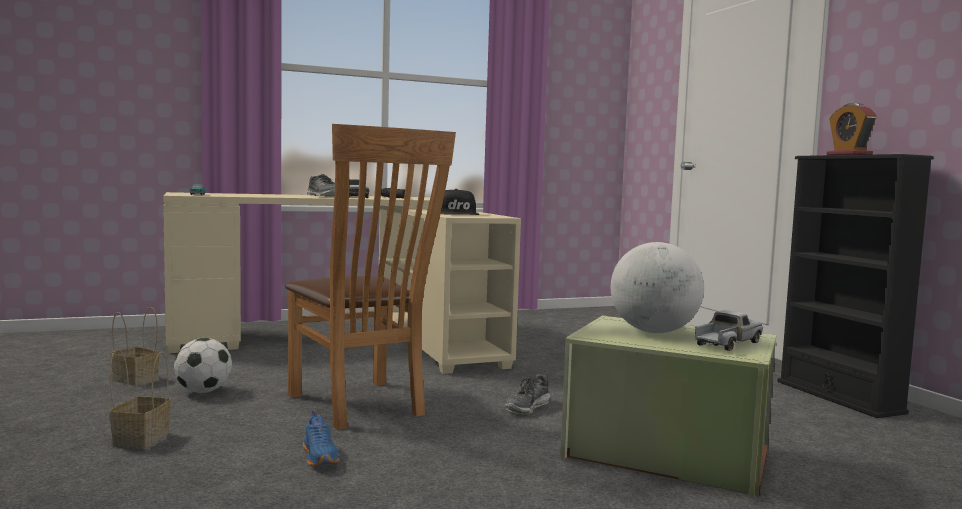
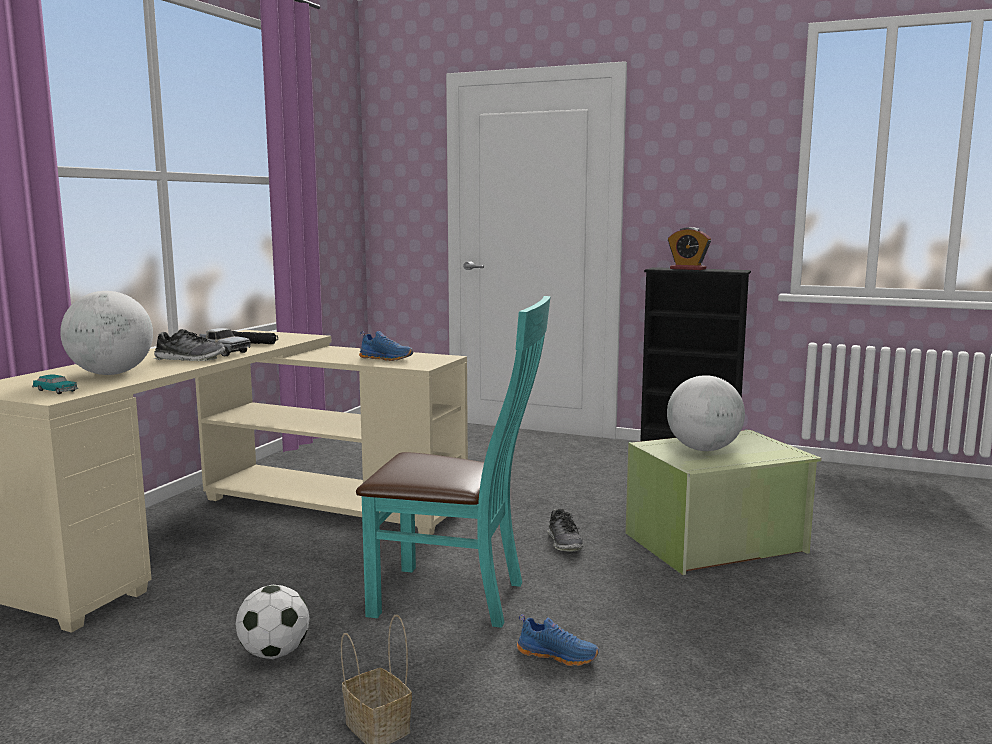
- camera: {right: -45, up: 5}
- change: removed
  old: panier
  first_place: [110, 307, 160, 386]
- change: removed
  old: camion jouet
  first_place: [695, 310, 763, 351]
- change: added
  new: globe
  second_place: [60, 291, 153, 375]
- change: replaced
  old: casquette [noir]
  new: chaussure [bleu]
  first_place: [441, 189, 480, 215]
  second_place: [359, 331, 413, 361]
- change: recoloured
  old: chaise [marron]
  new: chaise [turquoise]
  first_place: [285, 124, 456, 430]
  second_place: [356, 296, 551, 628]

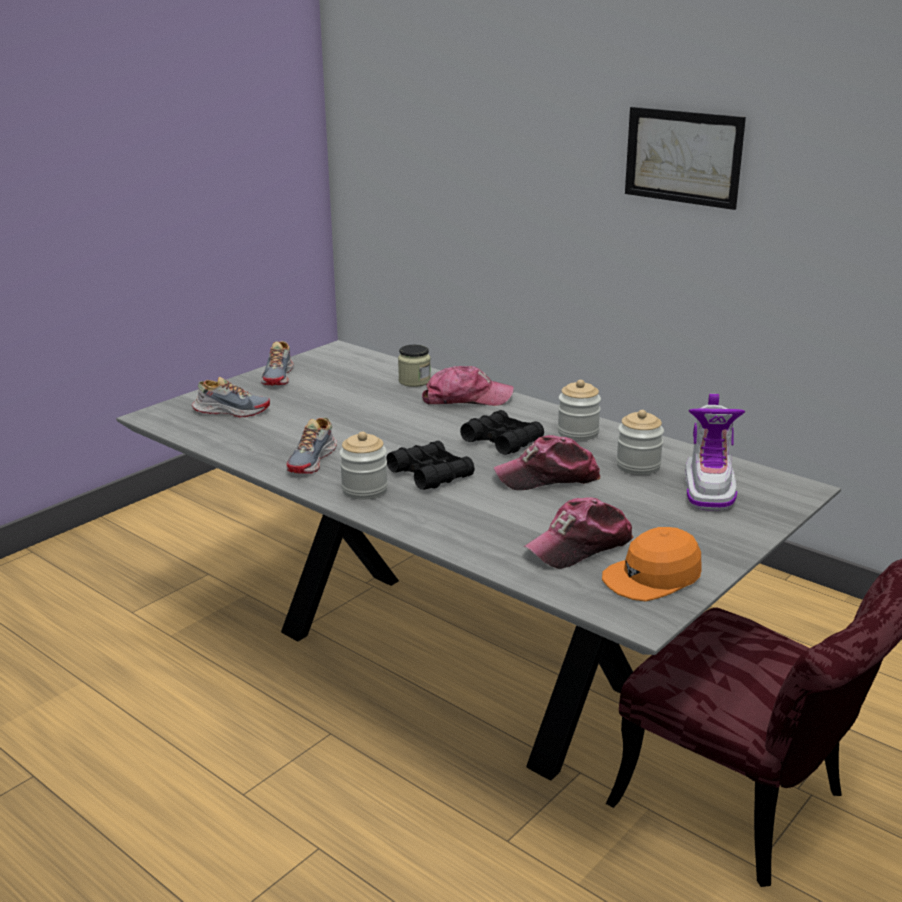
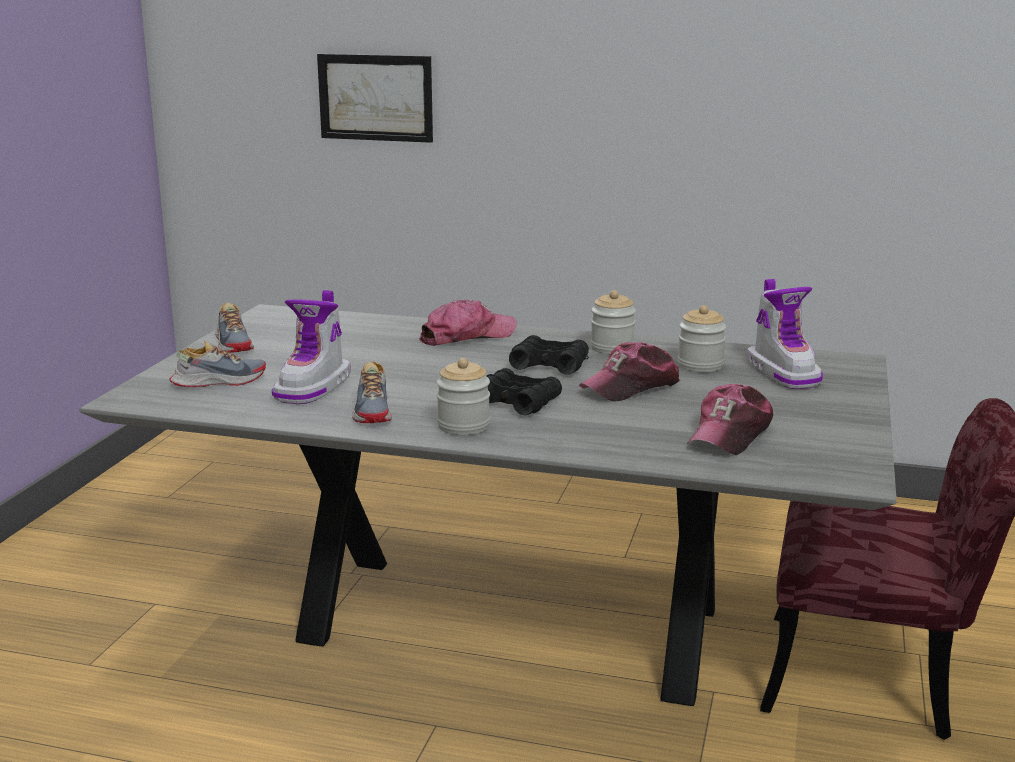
- camera: {right: -25, up: -5}
- change: removed
  old: bocal
  first_place: [398, 345, 431, 387]
- change: removed
  old: casquette [orange]
  first_place: [602, 527, 702, 602]
- change: added
  new: botte
  second_place: [272, 290, 350, 404]
- change: moved
  old: tableau
  first_place: [625, 107, 746, 210]
  second_place: [317, 54, 433, 143]

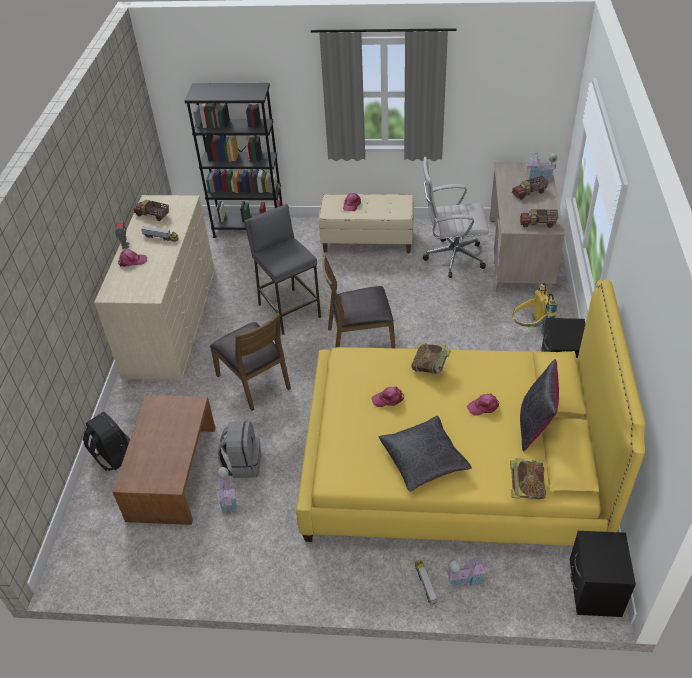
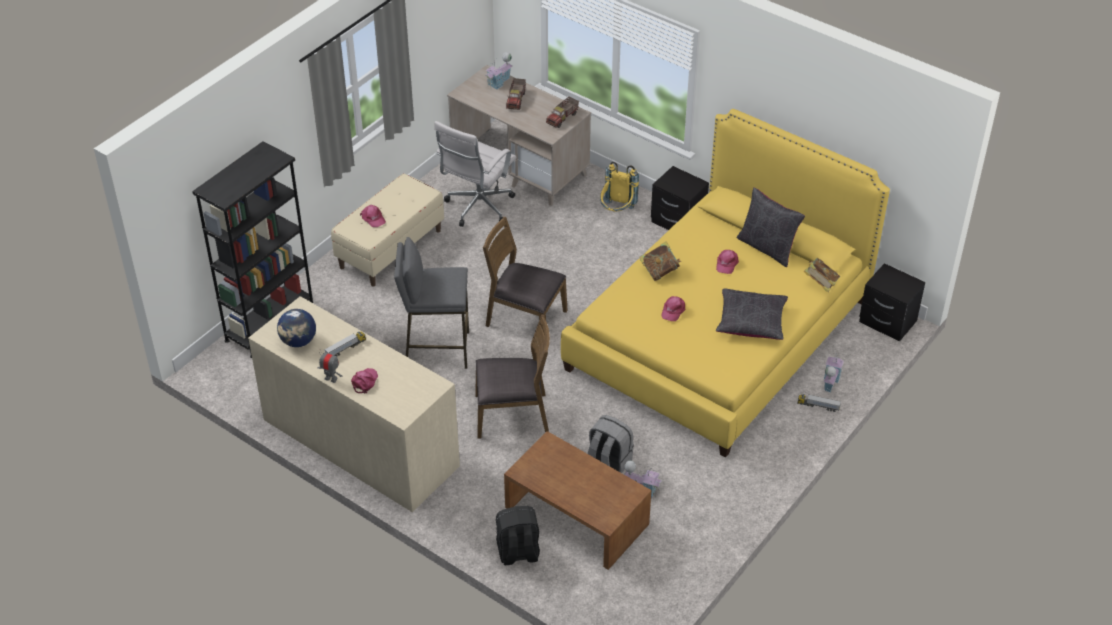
- camera: {right: -60, up: 0}
- change: replaced
  old: camion jouet
  new: globe
  first_place: [133, 200, 169, 221]
  second_place: [277, 309, 316, 347]
- change: turned
  old: chaise [marron]
  first_place: [322, 254, 395, 348]
  second_place: [483, 217, 568, 335]
  degrees: 90

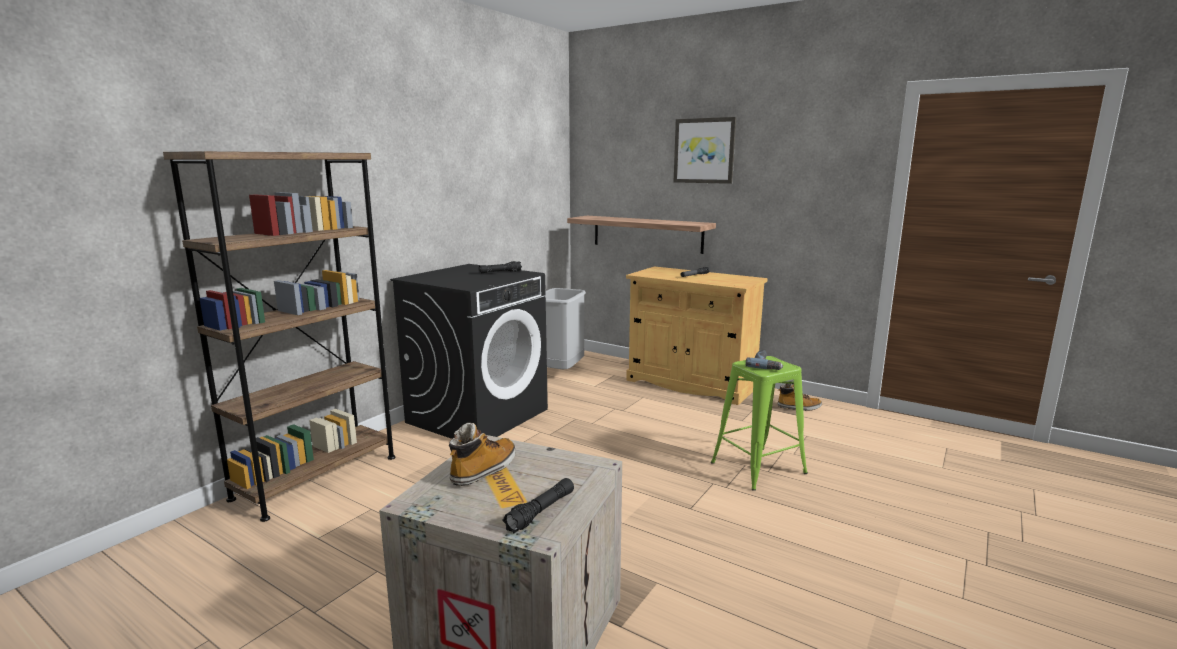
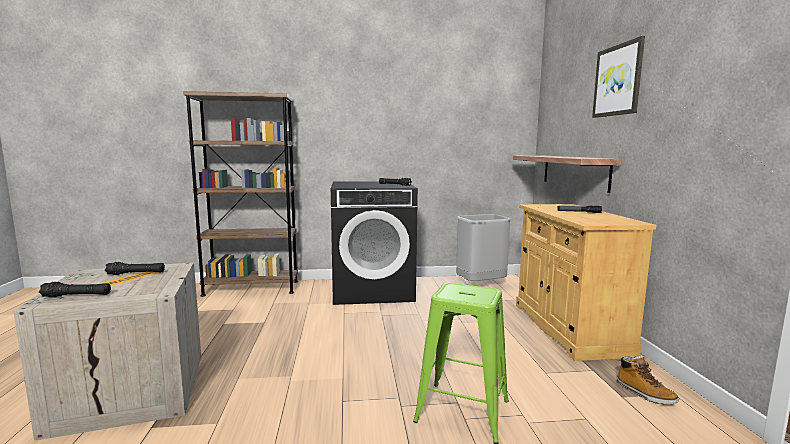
- camera: {right: 50, up: -5}
- change: removed
  old: perceuse
  first_place: [746, 350, 783, 370]
- change: replaced
  old: botte
  new: lampe de poche [noir]
  first_place: [449, 423, 516, 486]
  second_place: [105, 262, 165, 275]

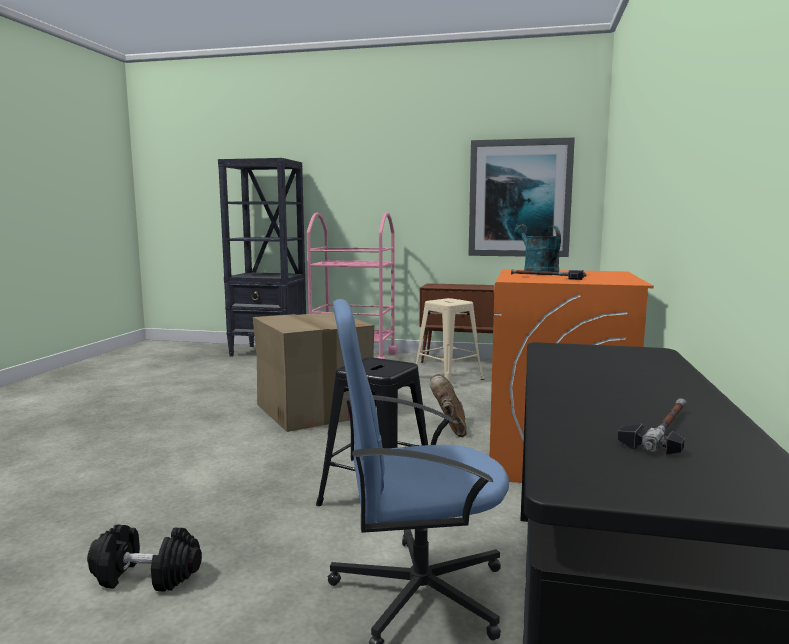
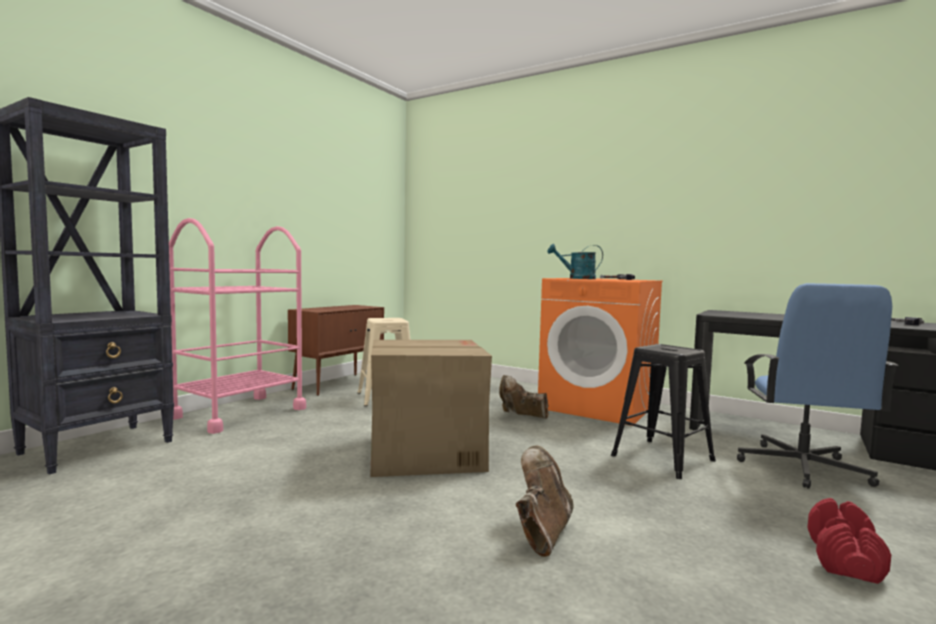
- camera: {right: -70, up: -5}
- change: removed
  old: tableau
  first_place: [468, 137, 575, 257]
- change: added
  new: botte [marron]
  second_place: [516, 446, 574, 557]
- change: recoloured
  old: haltère [noir]
  new: haltère [rouge]
  first_place: [87, 524, 202, 592]
  second_place: [807, 498, 891, 584]

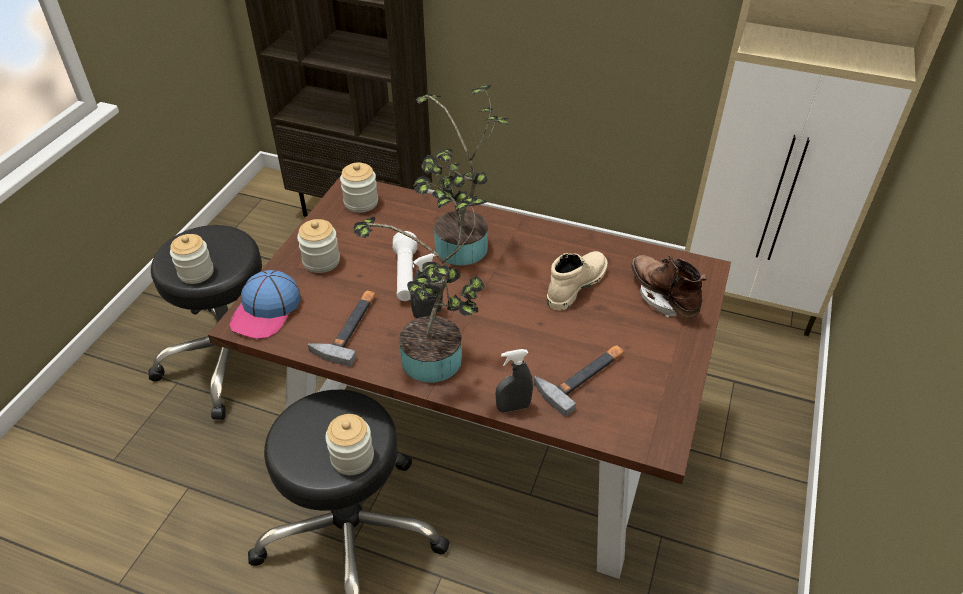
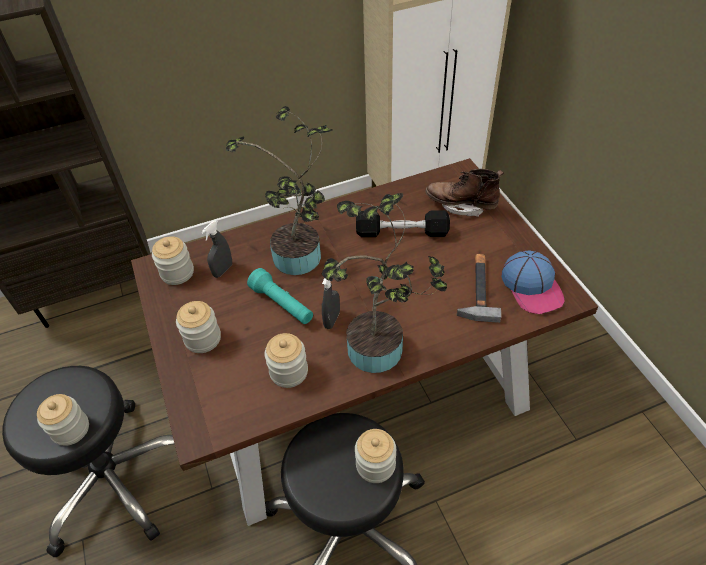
- camera: {right: -40, up: 5}
- change: moved
  old: casquette
  first_place: [229, 270, 301, 339]
  second_place: [501, 251, 565, 314]
- change: moved
  old: vaporisateur [gris]
  first_place: [496, 349, 533, 413]
  second_place: [201, 221, 232, 278]
- change: replaced
  old: marteau
  new: bocal
  first_place: [308, 291, 375, 367]
  second_place: [265, 333, 308, 388]
- change: replaced
  old: botte [beige]
  new: haltère [noir]
  first_place: [547, 251, 608, 311]
  second_place: [356, 210, 450, 237]
- change: recoloured
  old: lampe de poche [blanc]
  new: lampe de poche [turquoise]
  first_place: [393, 231, 417, 301]
  second_place: [247, 268, 313, 324]

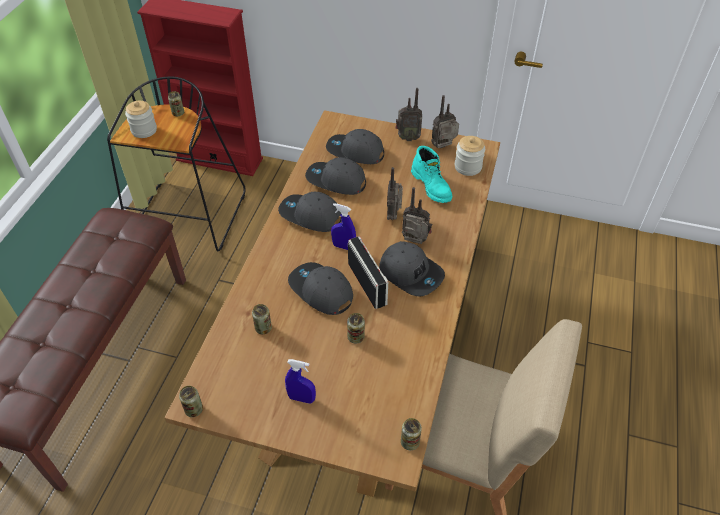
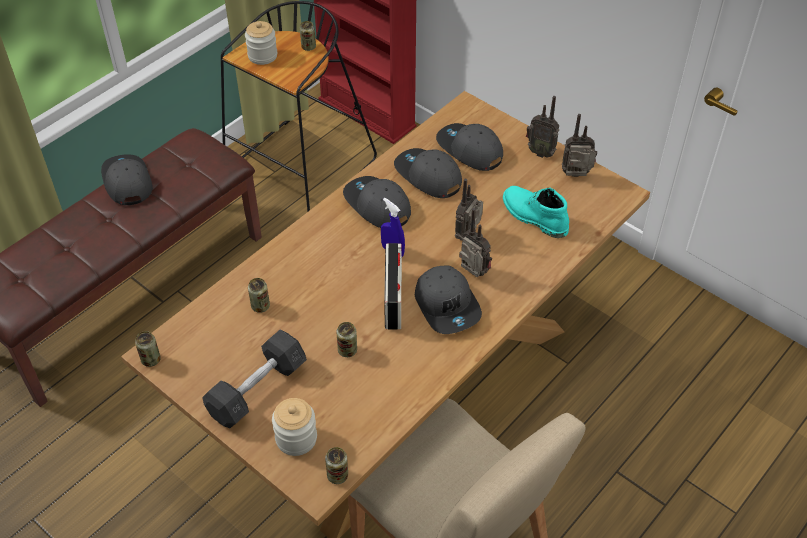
- camera: {right: 25, up: 0}
- change: moved
  old: casquette [gris]
  first_place: [288, 262, 353, 315]
  second_place: [101, 154, 153, 205]
- change: moved
  old: bocal
  first_place: [455, 136, 485, 176]
  second_place: [272, 398, 317, 456]
- change: replaced
  old: vaporisateur [bleu]
  new: haltère [gris]
  first_place: [285, 359, 316, 404]
  second_place: [202, 330, 307, 428]
- change: turned
  old: botte [turquoise]
  first_place: [411, 146, 452, 203]
  second_place: [503, 186, 569, 238]
  degrees: 135

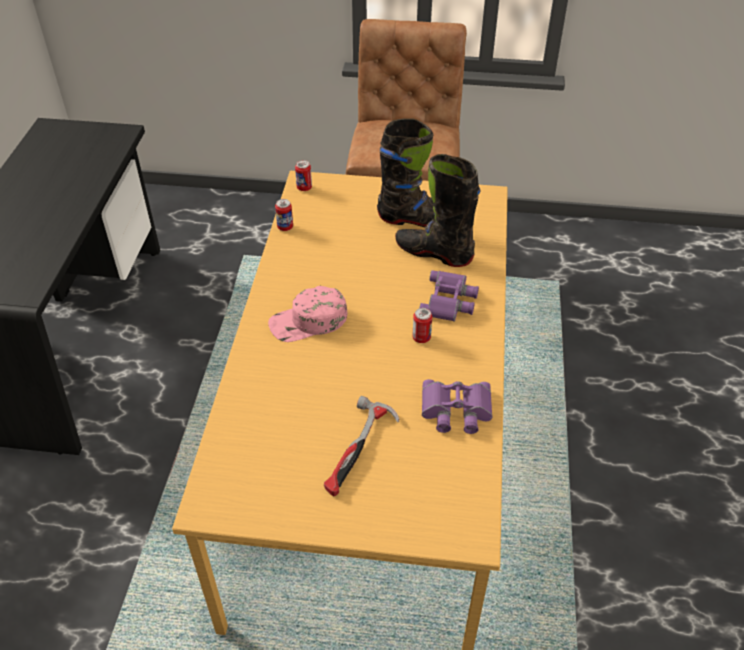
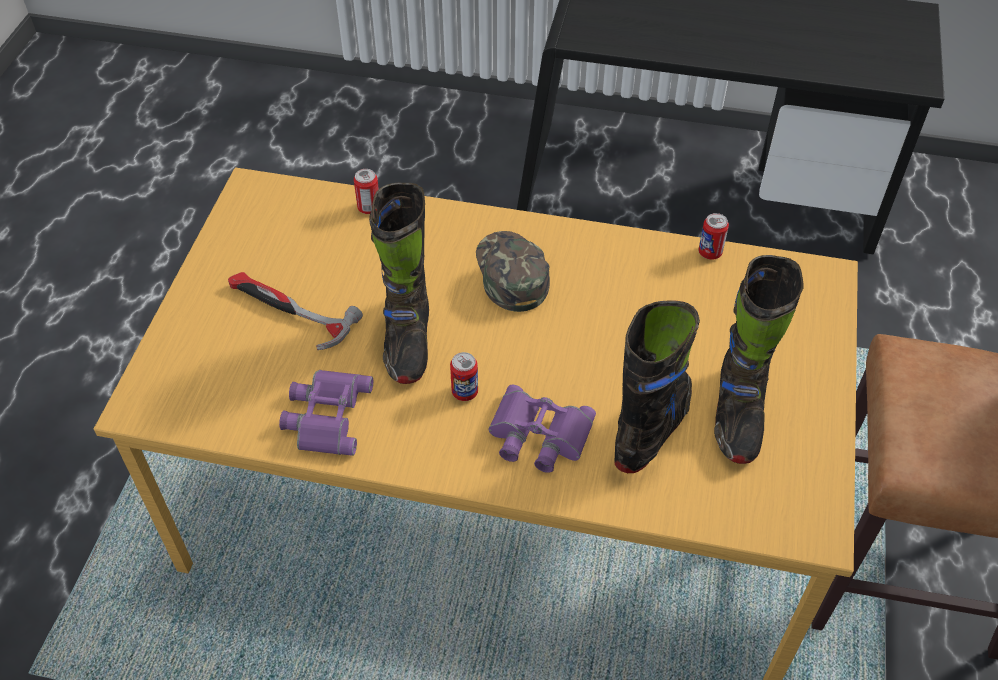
- camera: {right: 95, up: 5}
- change: added
  new: botte [noir]
  second_place: [369, 183, 429, 384]
- change: moved
  old: boîte métallique
  first_place: [295, 160, 312, 191]
  second_place: [354, 169, 379, 214]
- change: recoloured
  old: casquette [rose]
  new: casquette [vert]
  first_place: [268, 286, 347, 342]
  second_place: [476, 231, 550, 312]

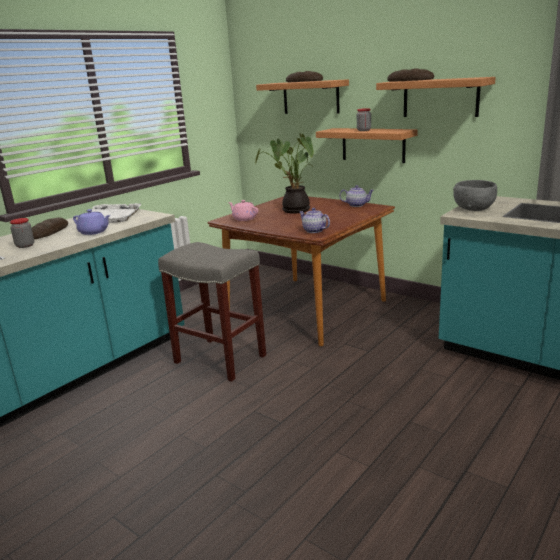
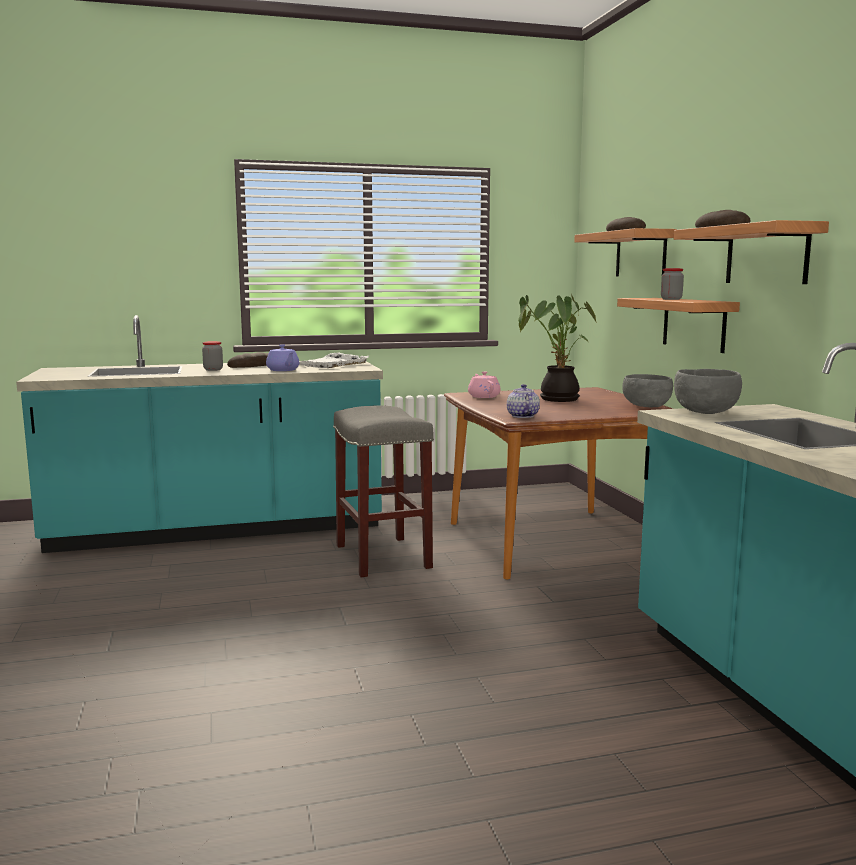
- camera: {right: 35, up: -10}
- change: replaced
  old: théière
  new: bol [gris]
  first_place: [339, 185, 374, 207]
  second_place: [622, 374, 673, 407]

